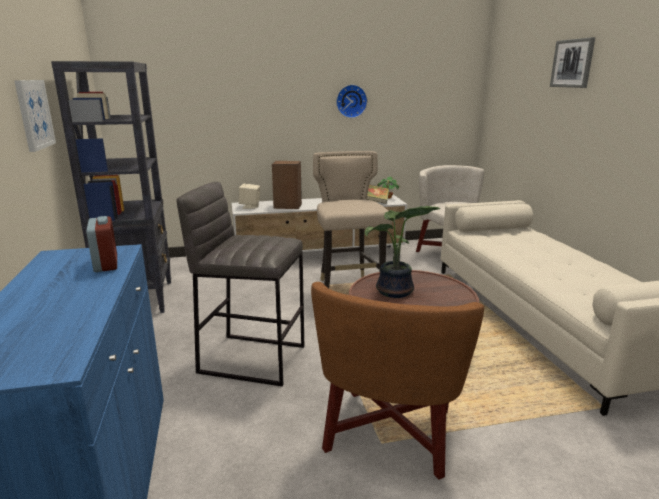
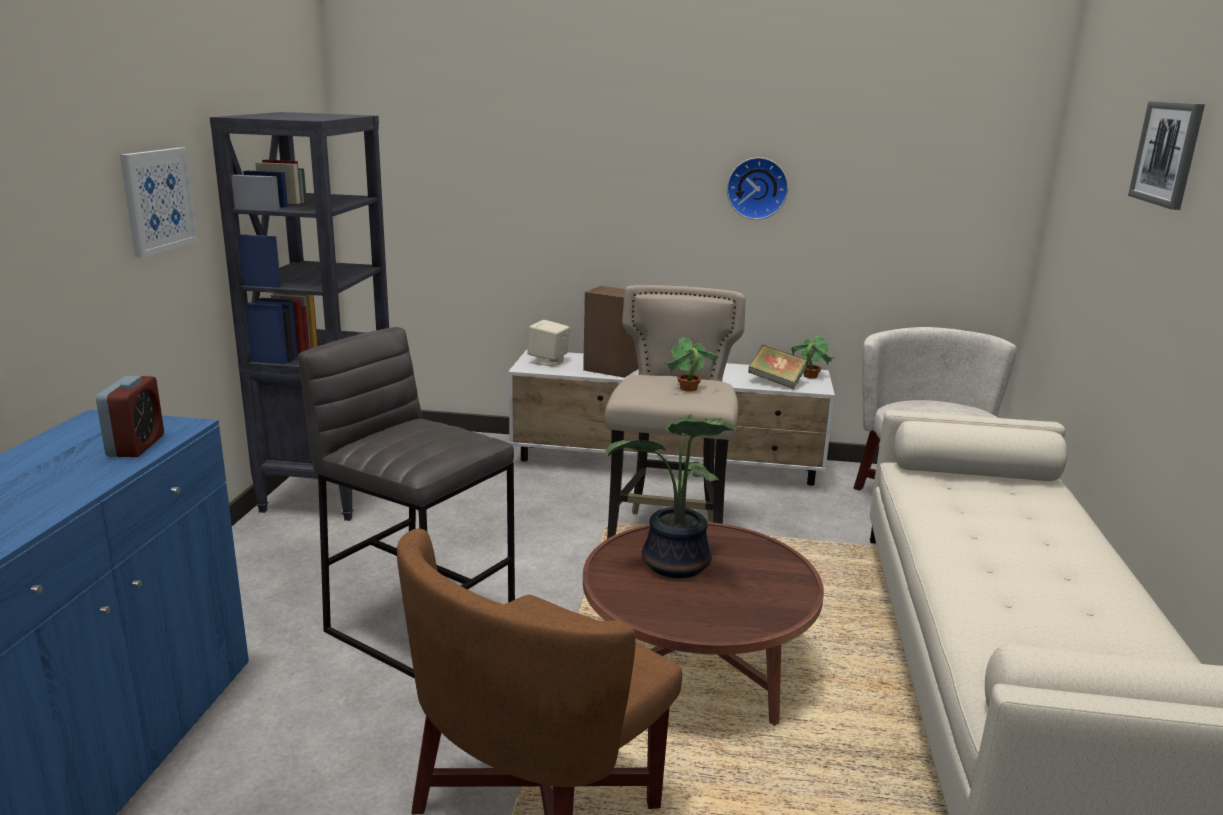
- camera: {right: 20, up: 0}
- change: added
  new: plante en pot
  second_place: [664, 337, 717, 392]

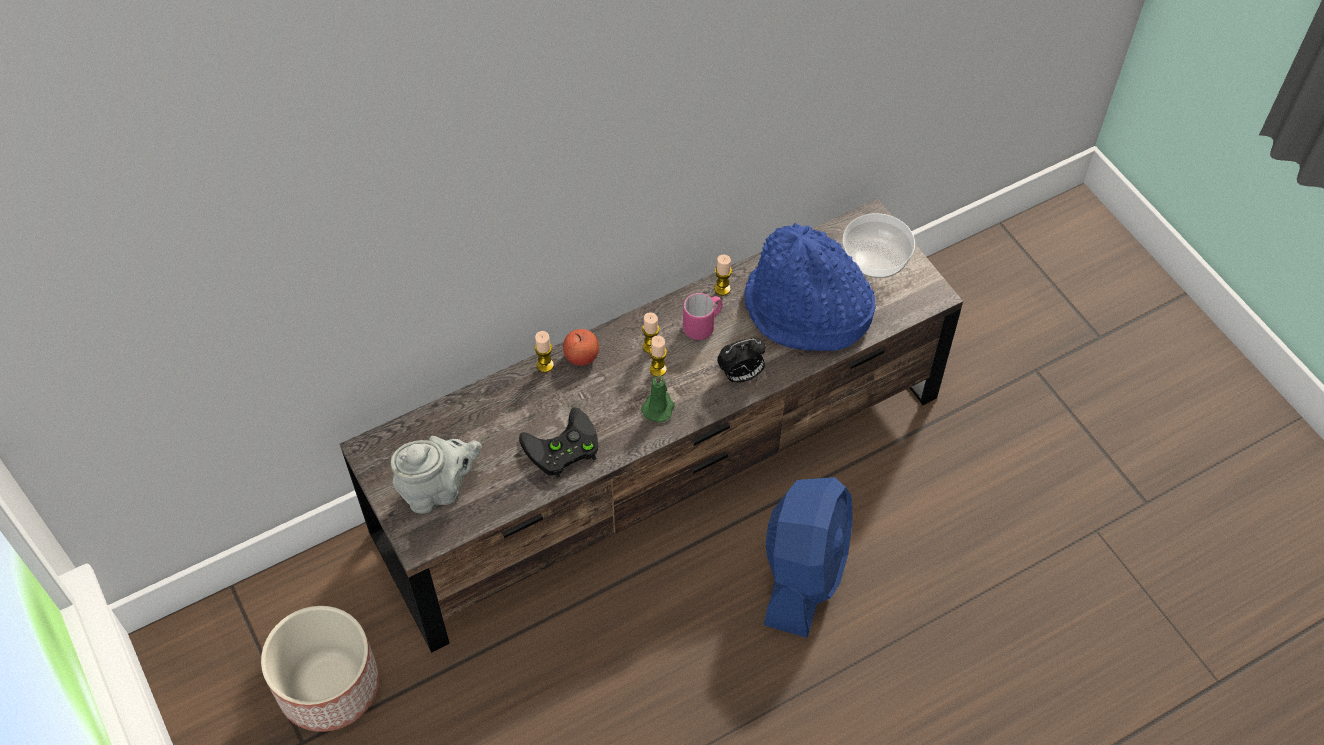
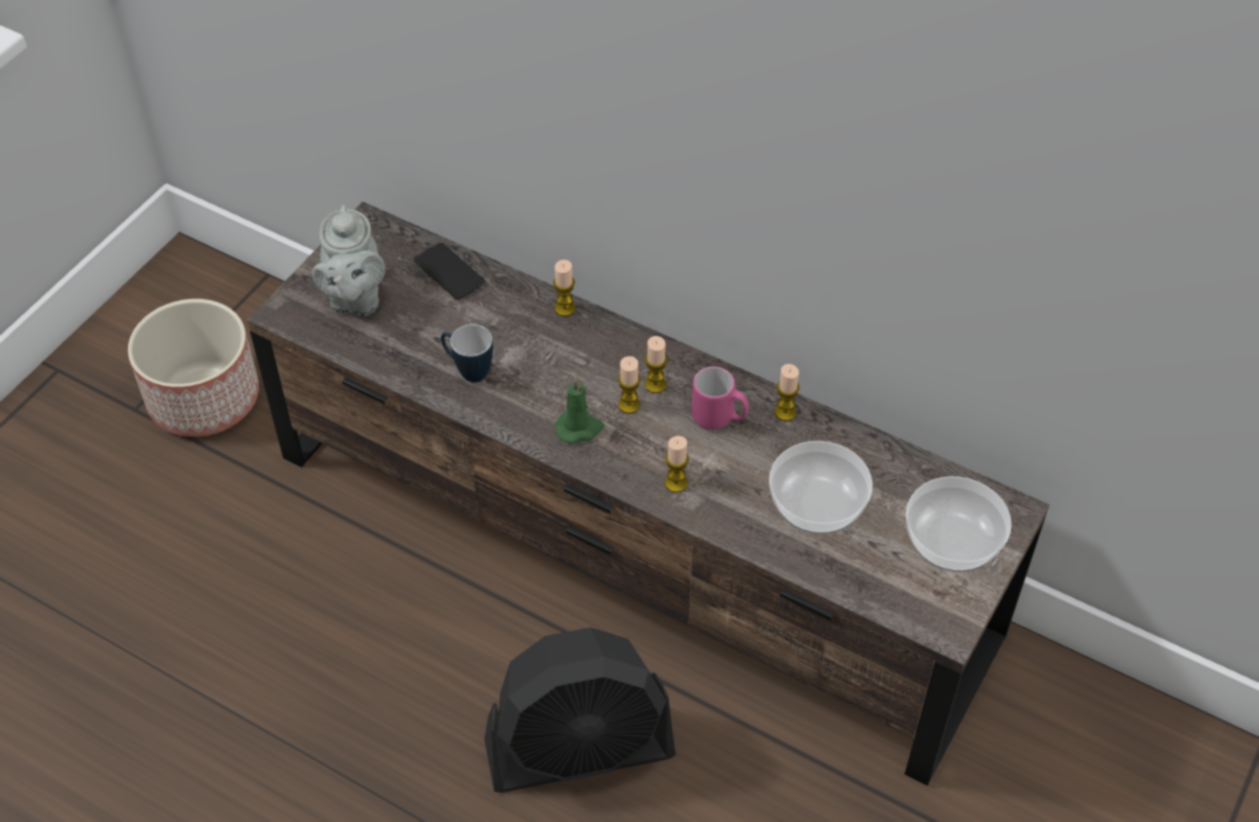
- camera: {right: 60, up: -5}
- change: removed
  old: pomme
  first_place: [563, 329, 599, 366]
- change: added
  new: téléphone
  second_place: [414, 243, 485, 300]
- change: replaced
  old: manette [noir]
  new: mug
  first_place: [519, 407, 598, 478]
  second_place: [441, 324, 493, 382]
- change: replaced
  old: réveil
  new: bougie
  first_place: [717, 338, 766, 383]
  second_place: [665, 436, 689, 493]
- change: replaced
  old: chapeau [bleu]
  new: bol
  first_place: [745, 223, 876, 351]
  second_place: [769, 441, 873, 534]
- change: recoloured
  old: ventilateur [bleu]
  new: ventilateur [noir]
  first_place: [764, 477, 853, 638]
  second_place: [484, 627, 676, 793]
- change: turned
  old: théière [gris]
  first_place: [391, 436, 482, 514]
  second_place: [312, 205, 385, 316]
  degrees: 45

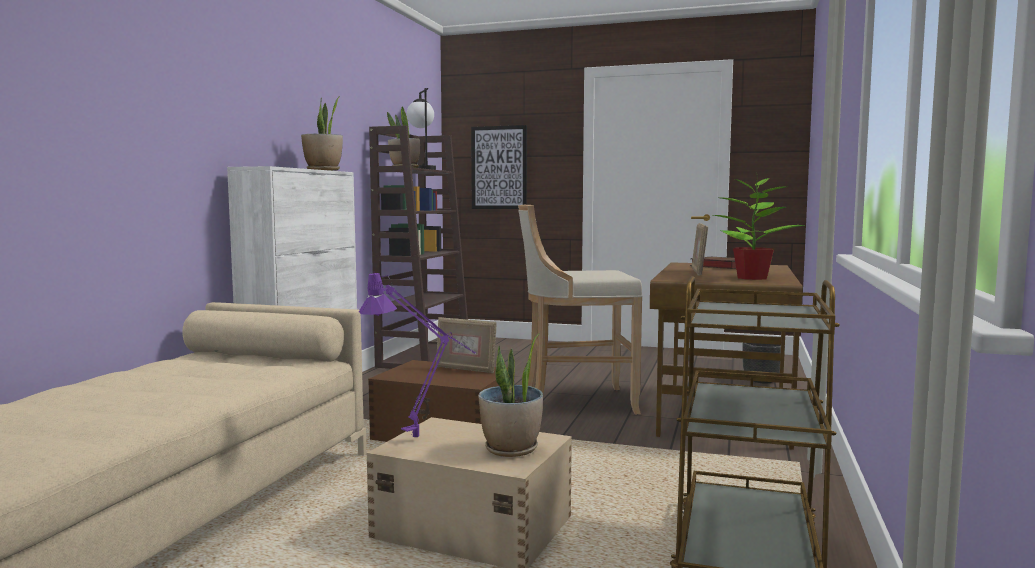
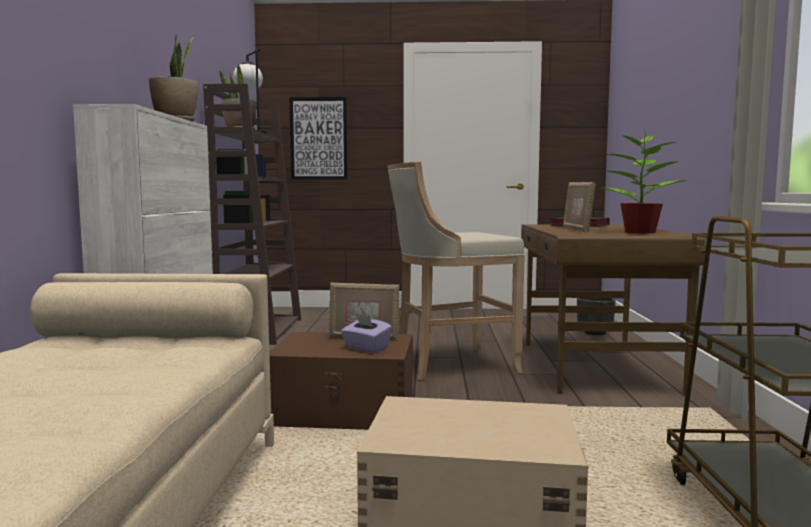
- camera: {right: -15, up: 0}
- change: removed
  old: lampe de table [violet]
  first_place: [359, 273, 476, 438]
- change: removed
  old: plante en pot
  first_place: [478, 333, 543, 457]
- change: added
  new: boîte à mouchoirs [violet]
  second_place: [341, 313, 392, 353]

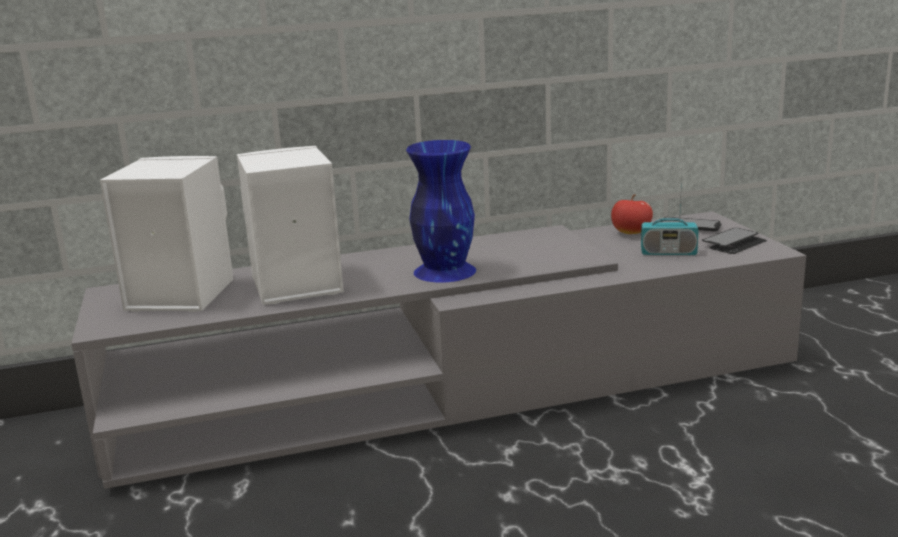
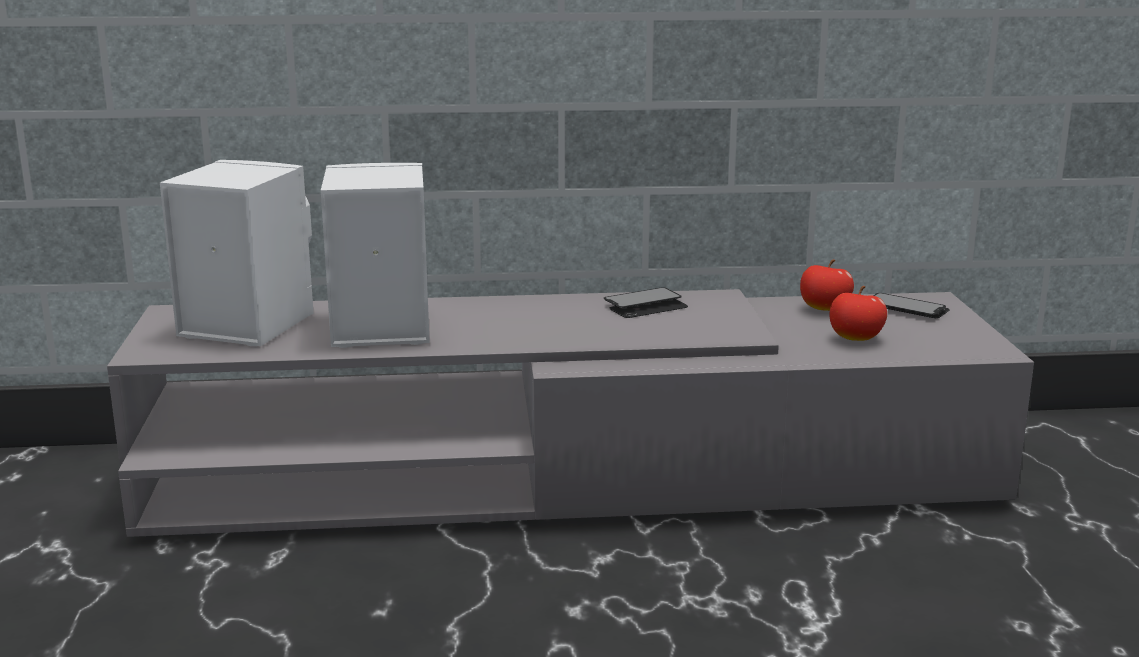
- camera: {right: 10, up: 0}
- change: removed
  old: vase [bleu]
  first_place: [406, 140, 476, 283]
- change: moved
  old: téléphone
  first_place: [702, 228, 767, 254]
  second_place: [604, 287, 688, 318]
- change: replaced
  old: radio
  new: pomme
  first_place: [641, 176, 699, 255]
  second_place: [830, 286, 887, 341]

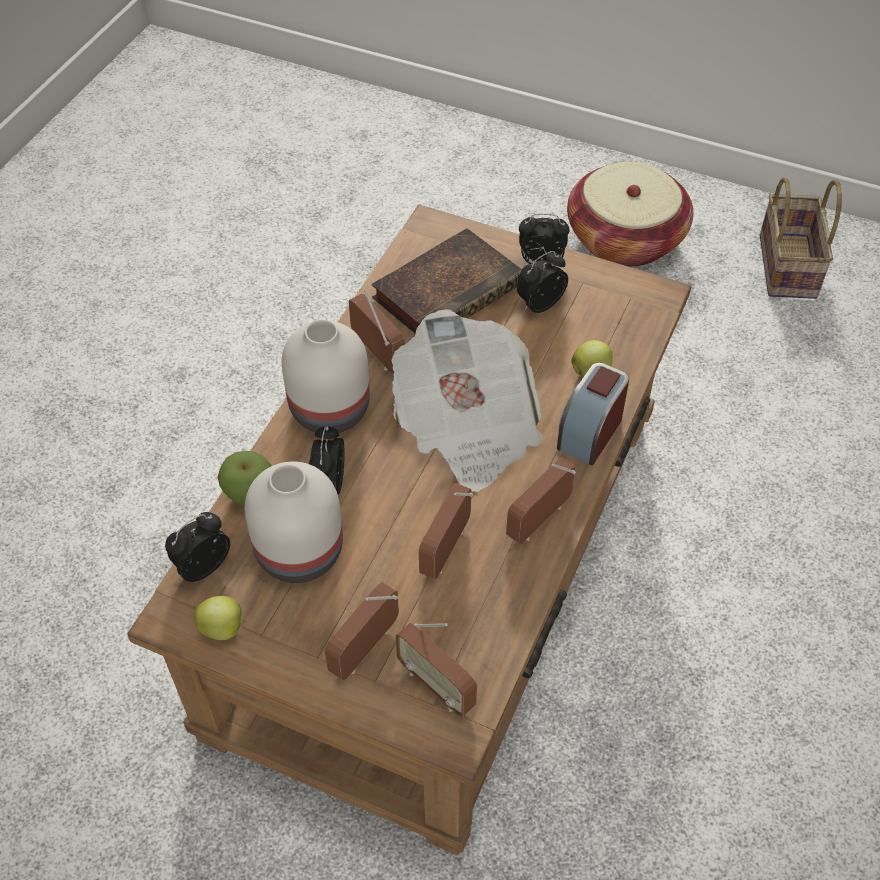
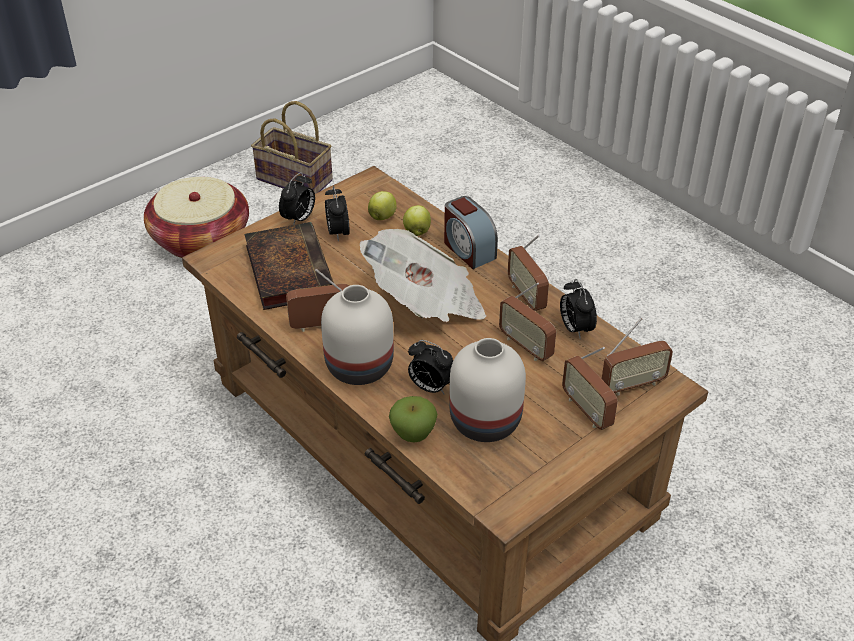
- camera: {right: -65, up: -10}
- change: moved
  old: réveil
  first_place: [165, 512, 230, 582]
  second_place: [560, 279, 597, 339]
- change: moved
  old: pomme
  first_place: [194, 596, 246, 640]
  second_place: [368, 191, 397, 220]

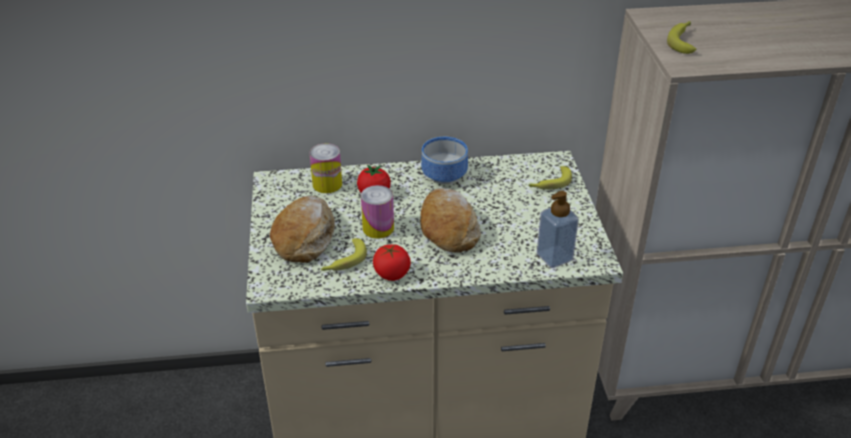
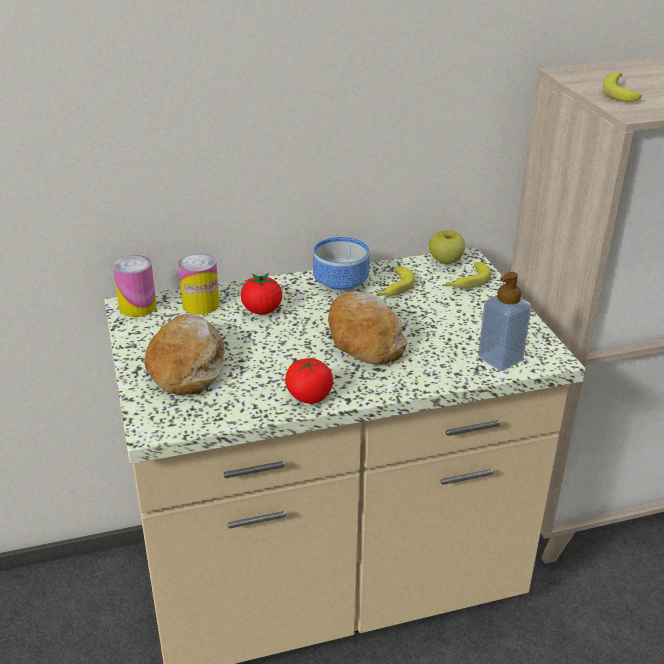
- camera: {right: -10, up: -5}
- change: added
  new: pomme
  second_place: [429, 230, 465, 264]
- change: moved
  old: banane
  first_place: [321, 238, 367, 271]
  second_place: [376, 266, 415, 297]
- change: moved
  old: boîte métallique
  first_place: [361, 185, 394, 239]
  second_place: [113, 255, 157, 317]

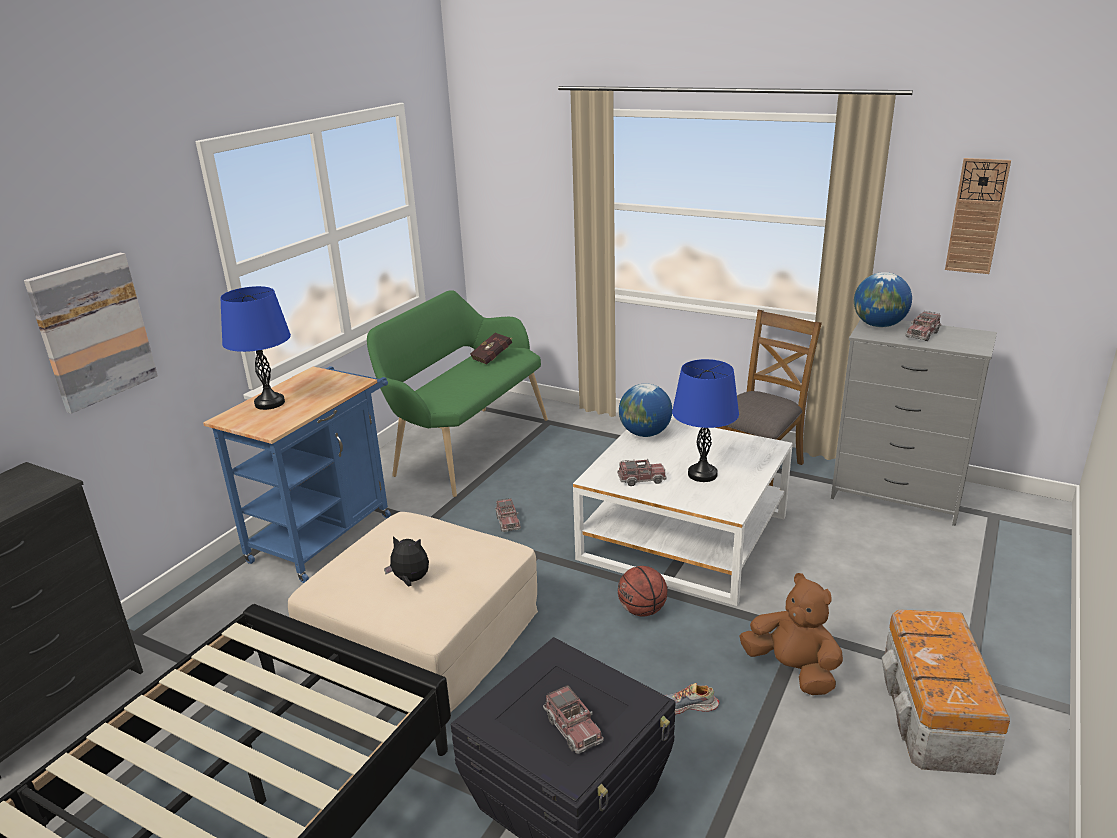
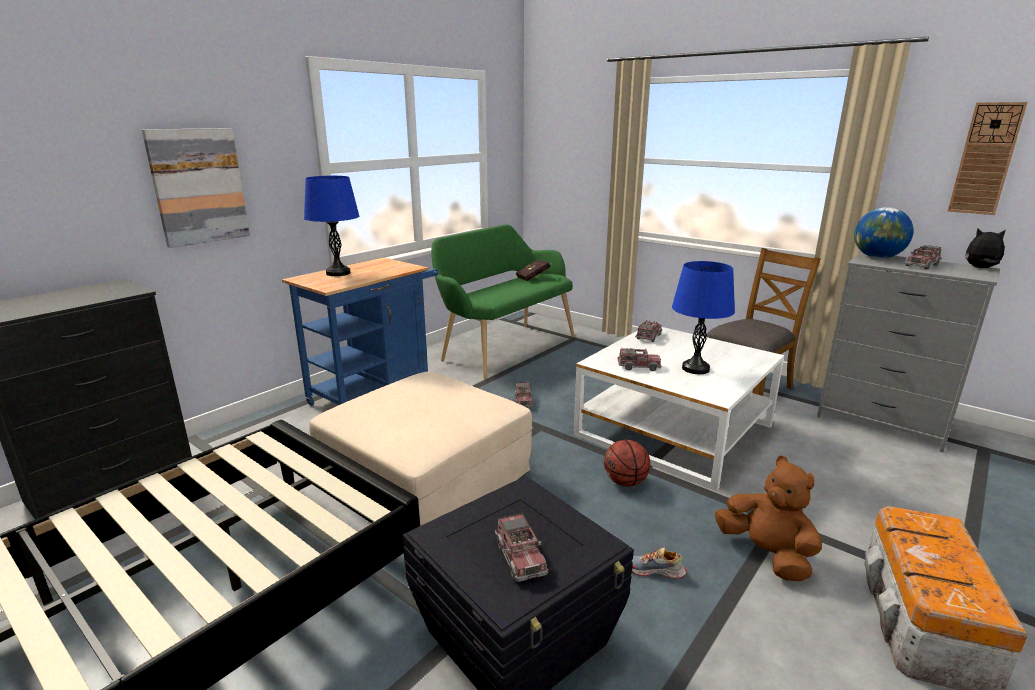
- camera: {right: 10, up: -5}
- change: moved
  old: peluche
  first_place: [384, 536, 429, 587]
  second_place: [965, 228, 1005, 268]
- change: replaced
  old: globe
  new: camion jouet
  first_place: [619, 383, 672, 437]
  second_place: [635, 320, 662, 342]

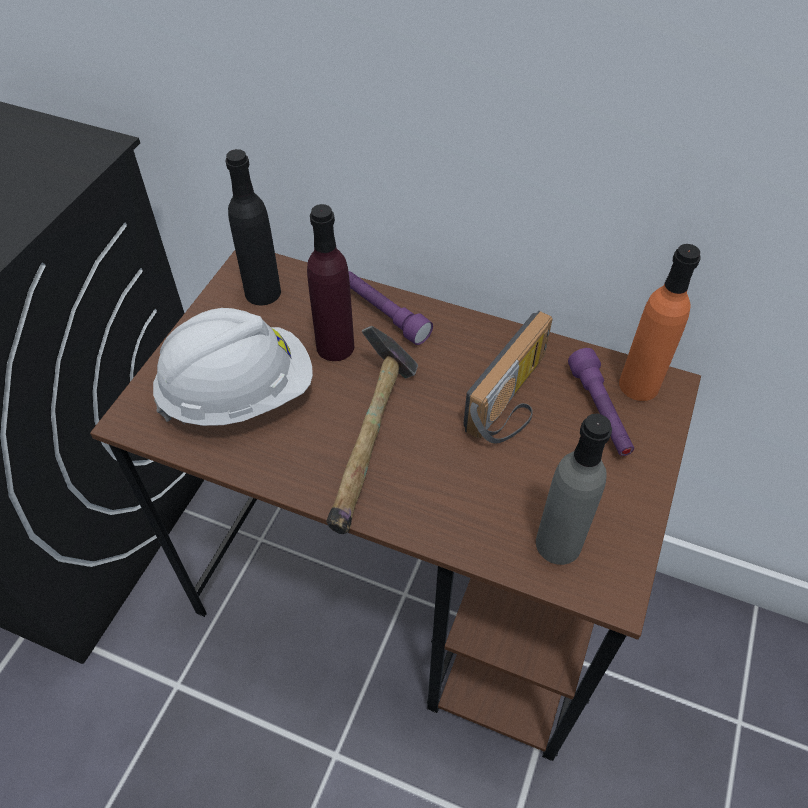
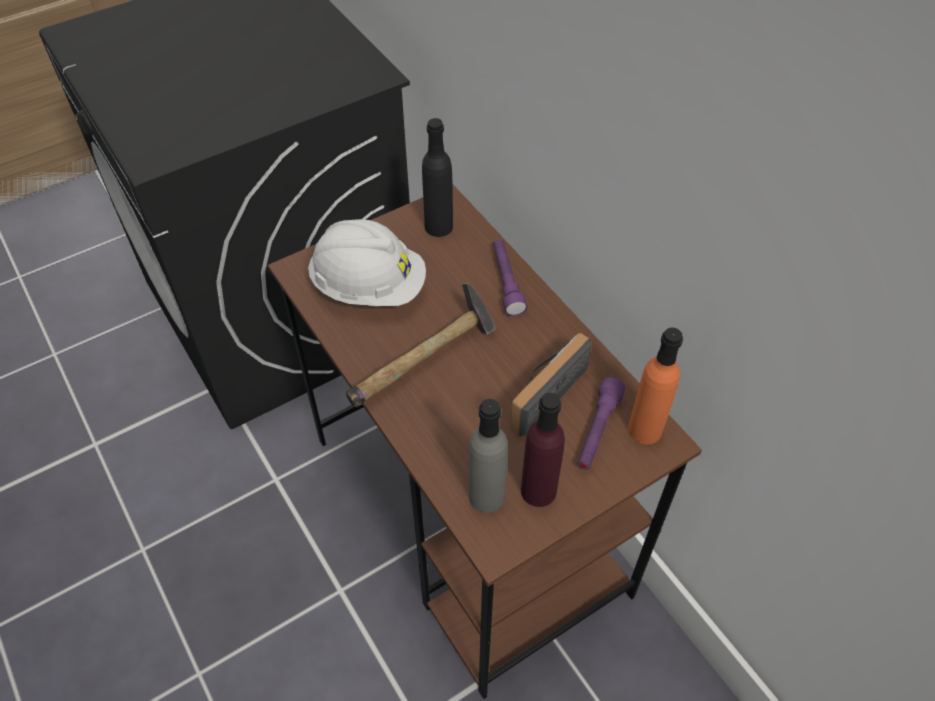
- camera: {right: 35, up: 0}
- change: moved
  old: bouteille [violet]
  first_place: [307, 204, 354, 361]
  second_place: [521, 393, 565, 507]
- change: turned
  old: radio
  first_place: [463, 311, 553, 443]
  second_place: [510, 333, 592, 437]
  degrees: 150

